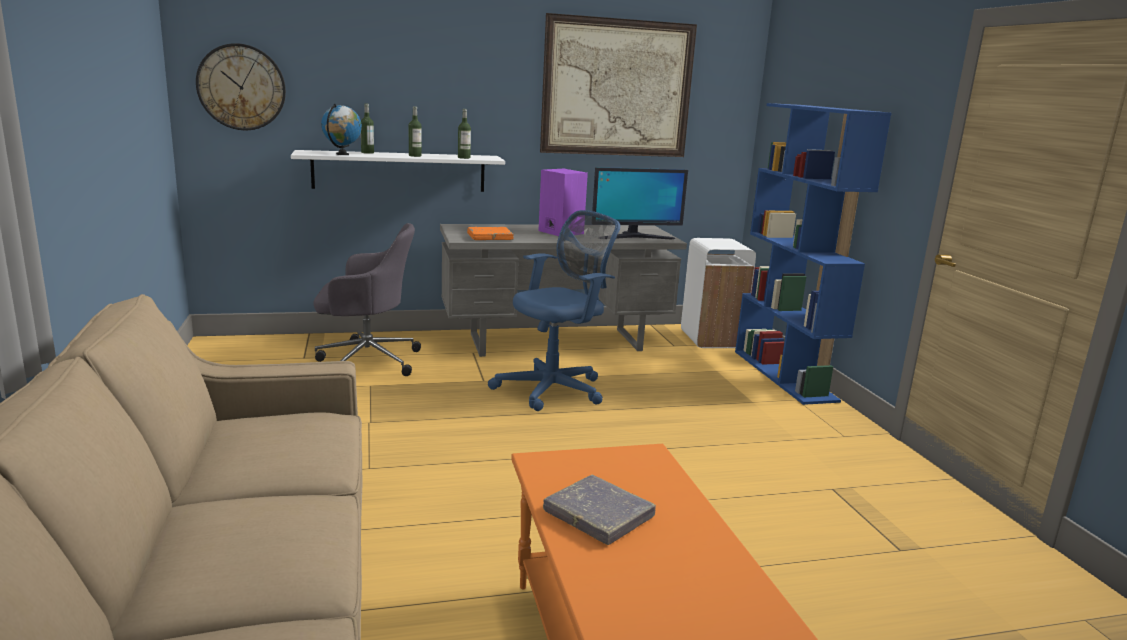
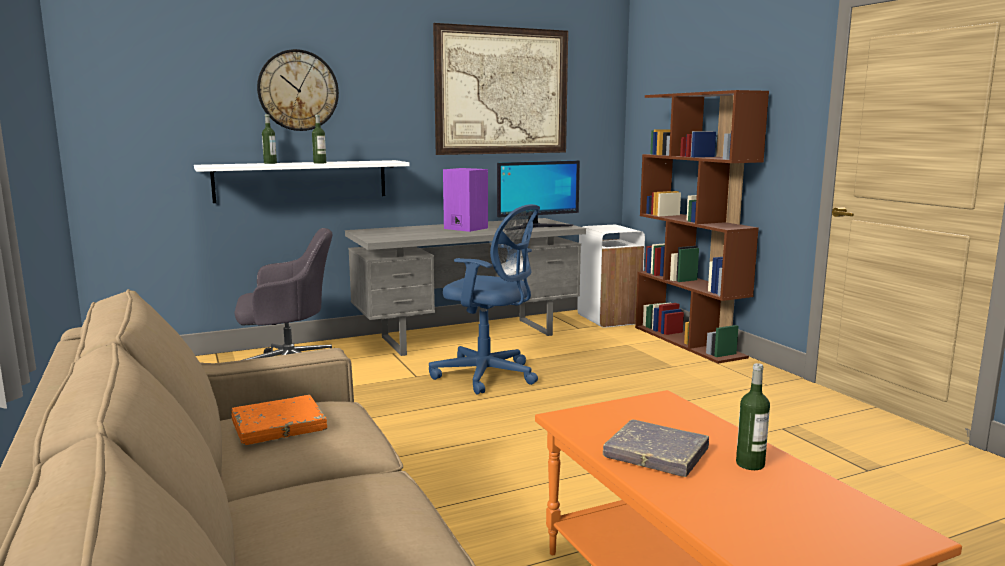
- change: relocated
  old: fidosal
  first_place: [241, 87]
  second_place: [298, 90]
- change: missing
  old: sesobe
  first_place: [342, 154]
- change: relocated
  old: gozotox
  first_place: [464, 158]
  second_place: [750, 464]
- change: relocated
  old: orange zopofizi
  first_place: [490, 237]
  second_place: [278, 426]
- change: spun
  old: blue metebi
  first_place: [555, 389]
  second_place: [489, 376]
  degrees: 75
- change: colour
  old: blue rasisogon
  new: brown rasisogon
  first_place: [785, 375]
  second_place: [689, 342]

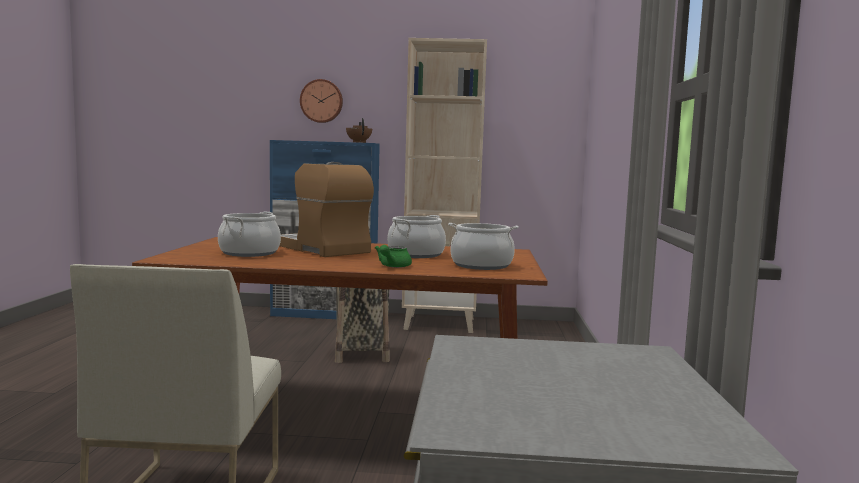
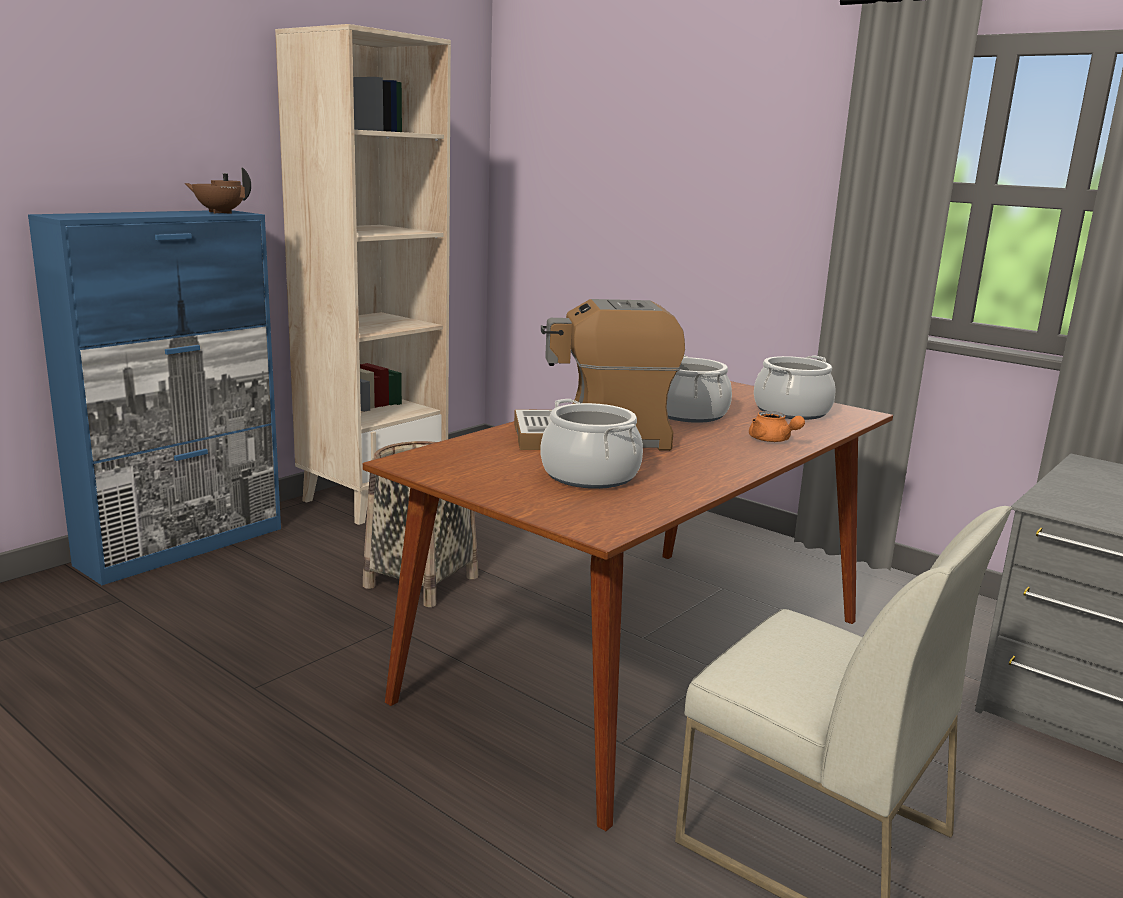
- change: missing
  old: fidosal
  first_place: [321, 101]
- change: colour
  old: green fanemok
  new: orange fanemok
  first_place: [392, 266]
  second_place: [772, 440]

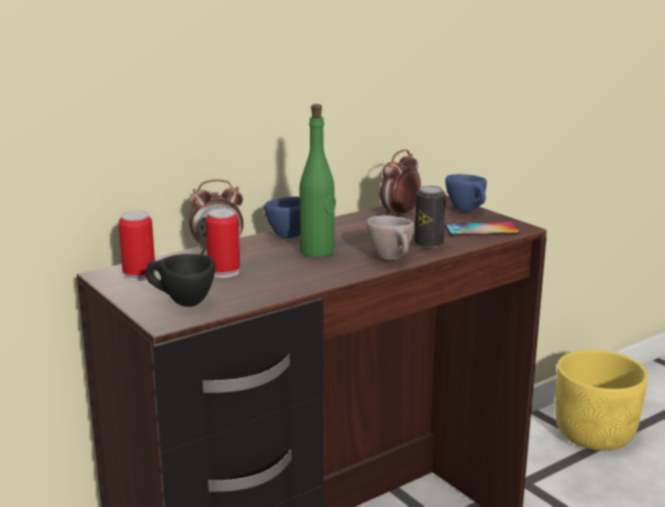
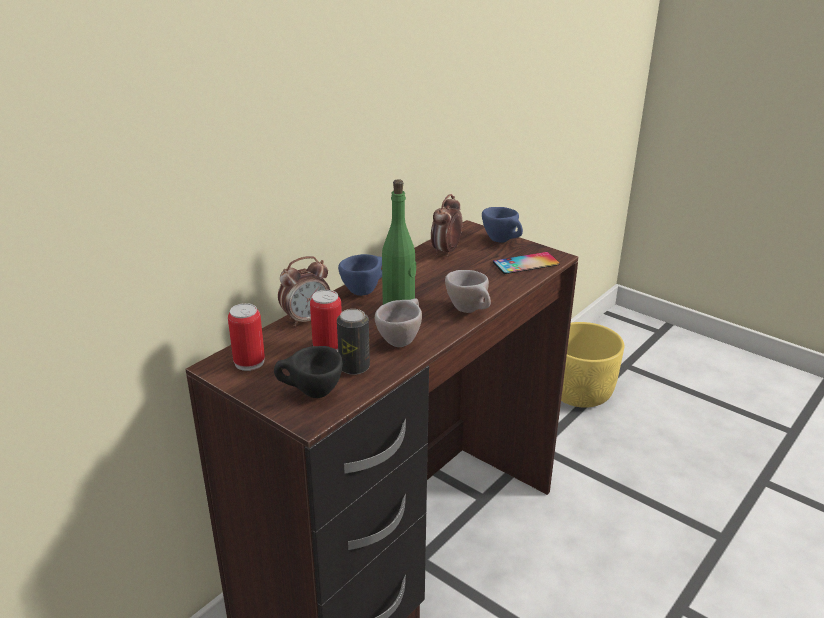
- change: relocated
  old: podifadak
  first_place: [428, 244]
  second_place: [354, 367]
- change: appeared
  new: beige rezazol
  second_place: [401, 339]

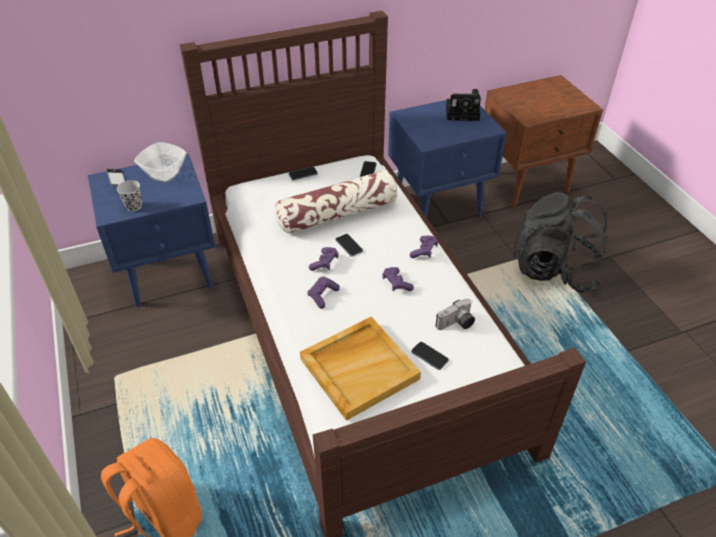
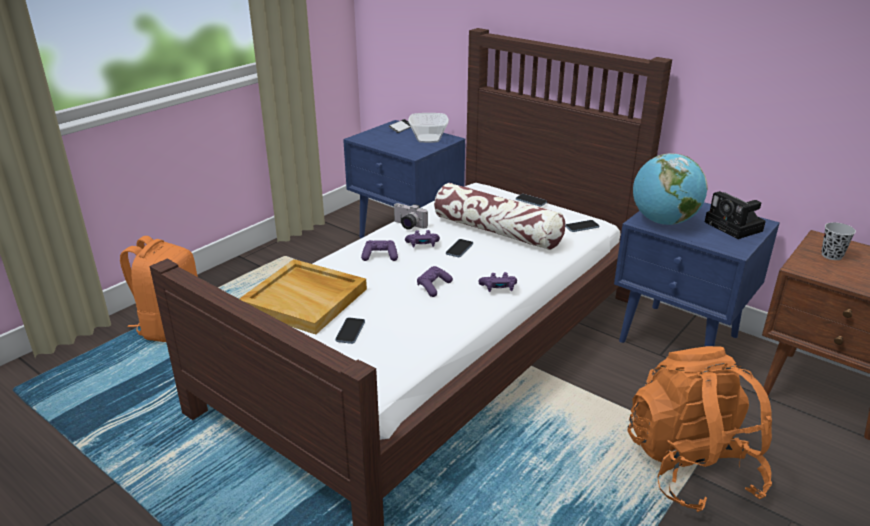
- change: relocated
  old: black rezazol
  first_place: [134, 206]
  second_place: [831, 255]
- change: relocated
  old: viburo
  first_place: [456, 324]
  second_place: [408, 226]
- change: colour
  old: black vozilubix
  new: orange vozilubix
  first_place: [554, 269]
  second_place: [691, 467]
- change: appeared
  new: sesobe
  second_place: [663, 222]

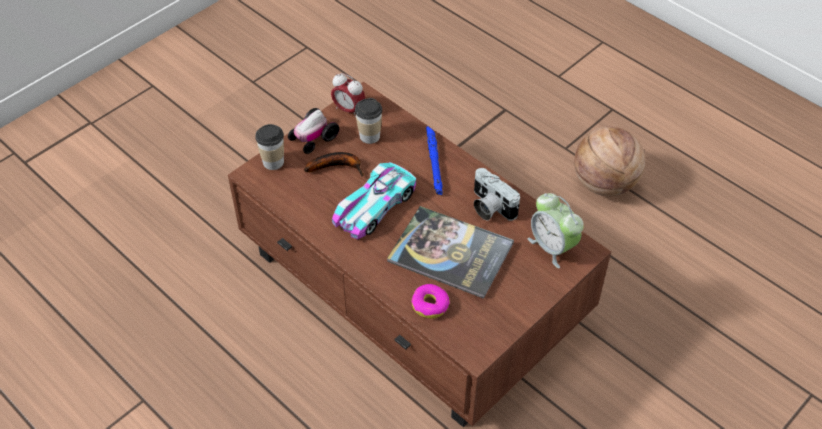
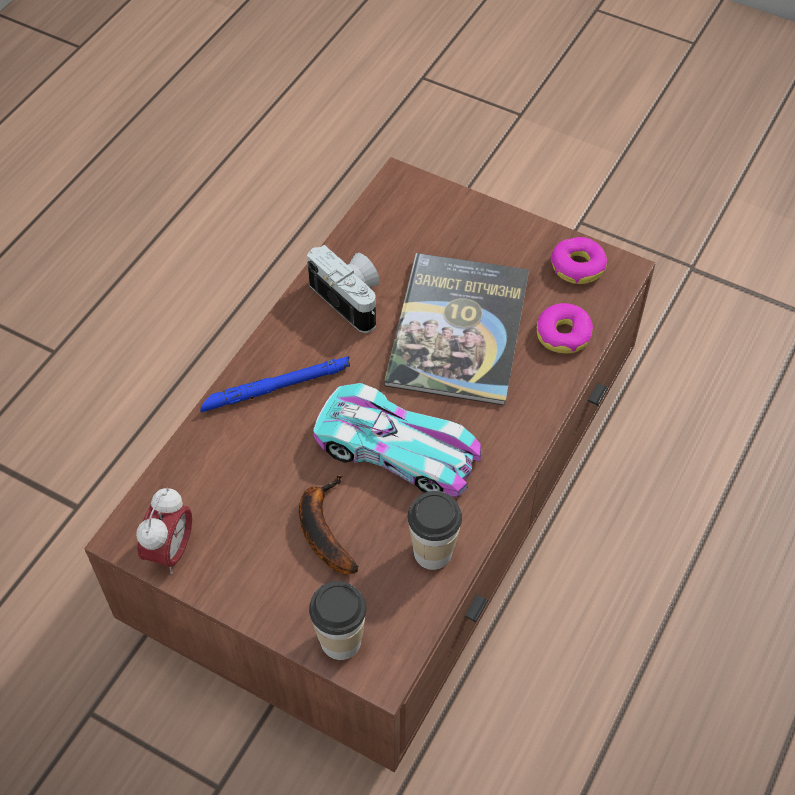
- change: missing
  old: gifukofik
  first_place: [313, 138]
- change: relocated
  old: rezazol
  first_place: [369, 136]
  second_place: [433, 552]
- change: spun
  old: viburo
  first_place: [490, 207]
  second_place: [352, 298]
  degrees: -75
- change: missing
  old: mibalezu
  first_place: [552, 247]
- change: missing
  old: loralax
  first_place: [604, 184]
- change: appeared
  new: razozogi
  second_place: [577, 266]

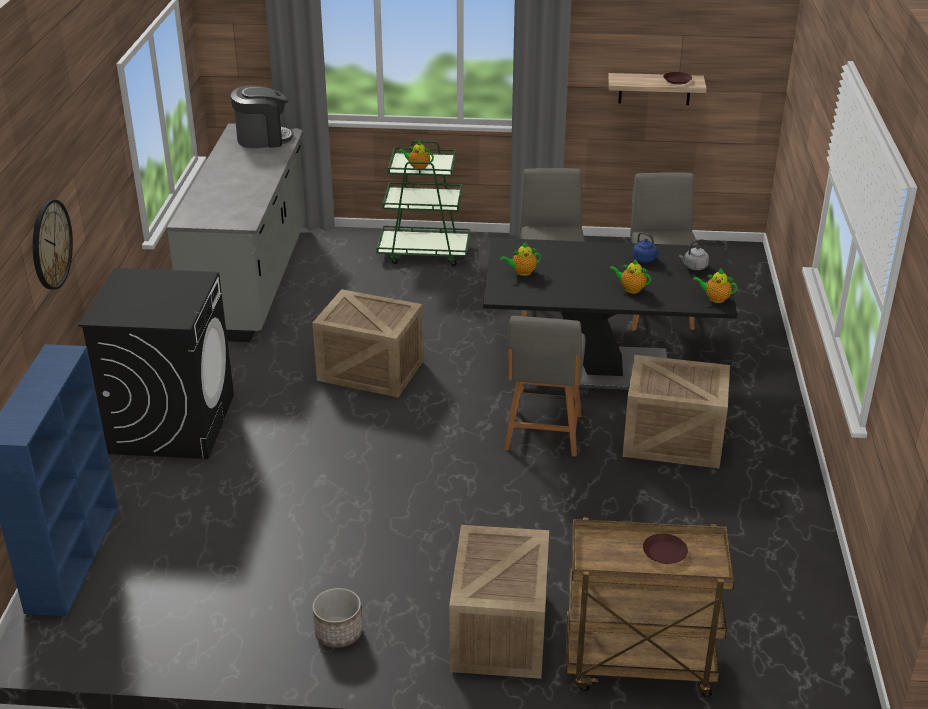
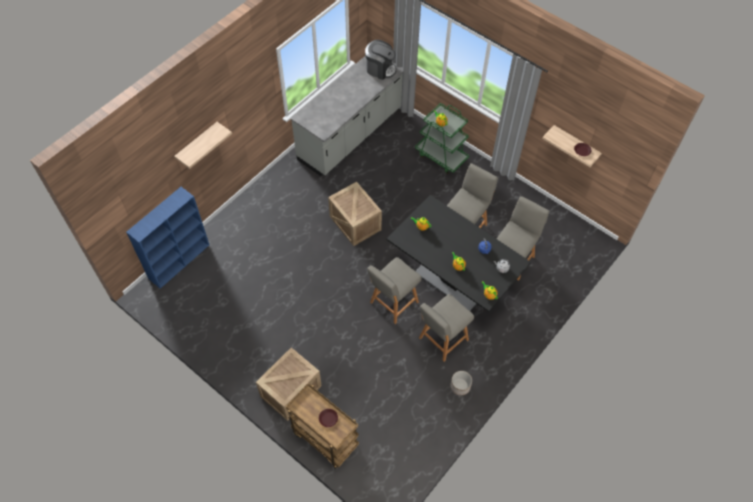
- change: exchanged
  old: fidosal
  new: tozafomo
  first_place: [50, 244]
  second_place: [197, 144]
- change: missing
  old: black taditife
  first_place: [172, 423]
- change: relocated
  old: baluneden
  first_place: [338, 633]
  second_place: [460, 386]
- change: exchanged
  old: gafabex
  new: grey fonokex
  first_place: [671, 440]
  second_place: [442, 340]

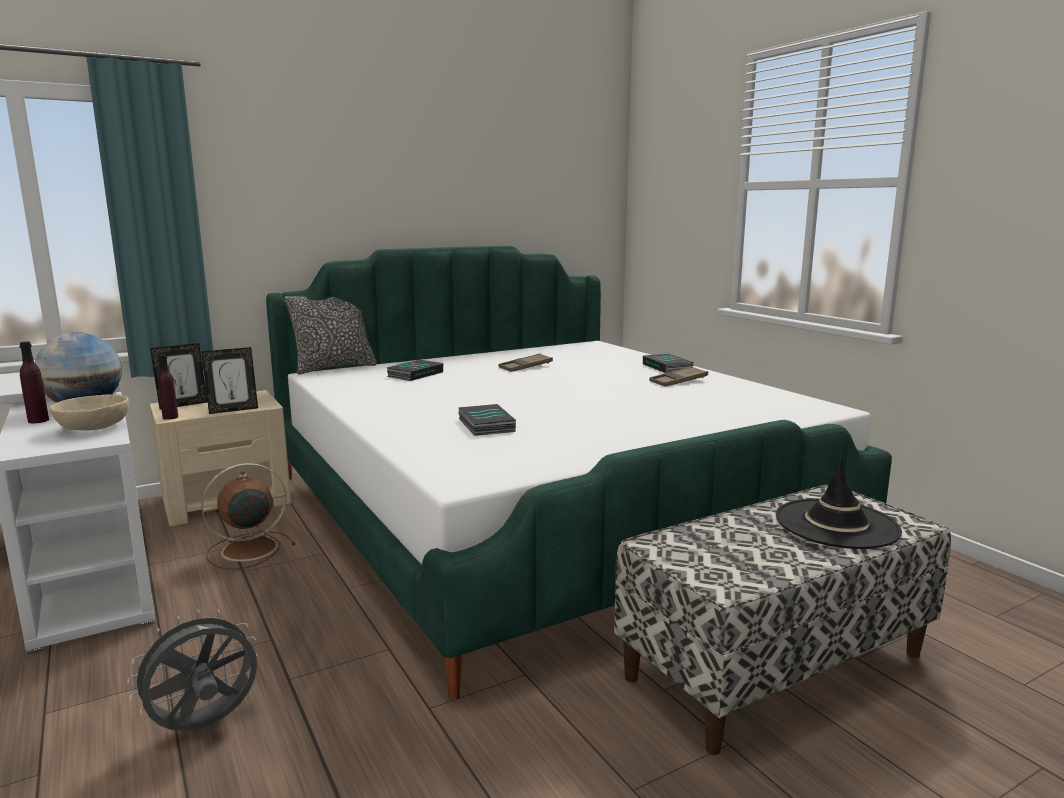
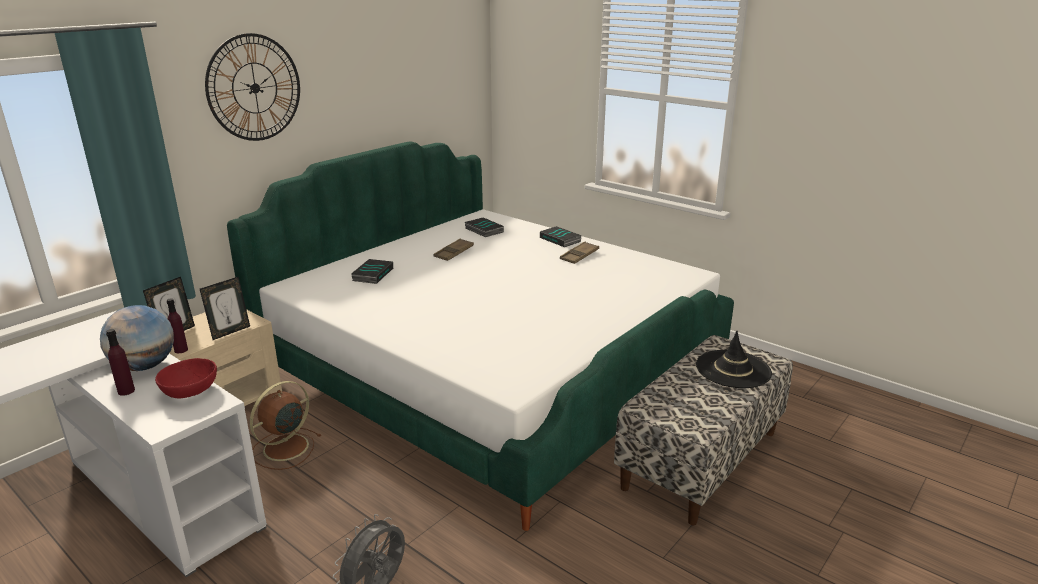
- change: colour
  old: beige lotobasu
  new: red lotobasu
  first_place: [93, 428]
  second_place: [189, 391]
- change: missing
  old: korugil
  first_place: [334, 367]
- change: relocated
  old: zopofizi
  first_place: [484, 425]
  second_place: [483, 230]
- change: appeared
  new: fidosal
  second_place: [254, 88]

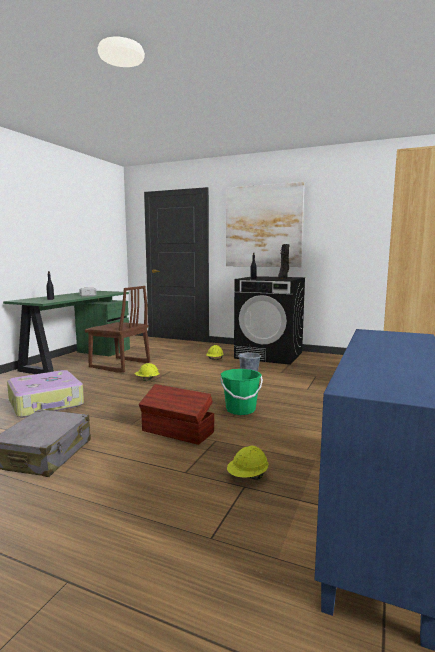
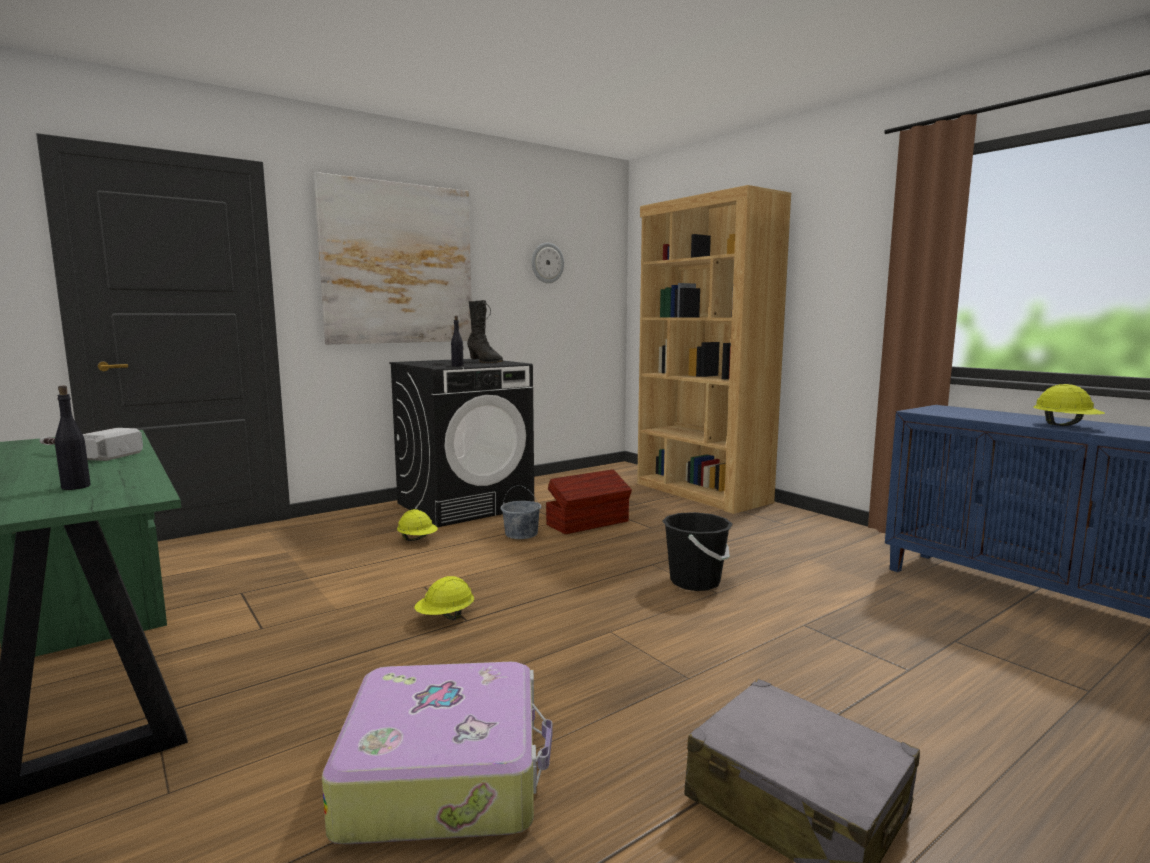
- change: missing
  old: brown fonokex
  first_place: [119, 365]
- change: relocated
  old: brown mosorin
  first_place: [177, 432]
  second_place: [589, 523]
- change: colour
  old: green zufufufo
  new: black zufufufo
  first_place: [240, 410]
  second_place: [695, 582]
- change: relocated
  old: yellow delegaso
  first_place: [248, 477]
  second_place: [1066, 426]
- change: appeared
  new: fidosal
  second_place: [547, 263]

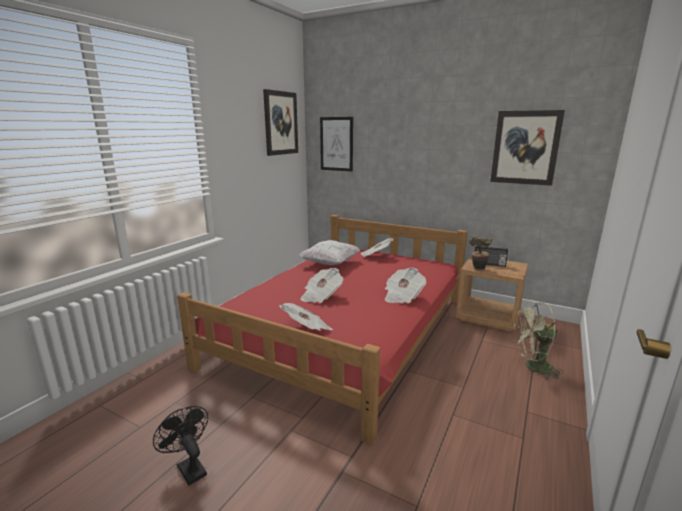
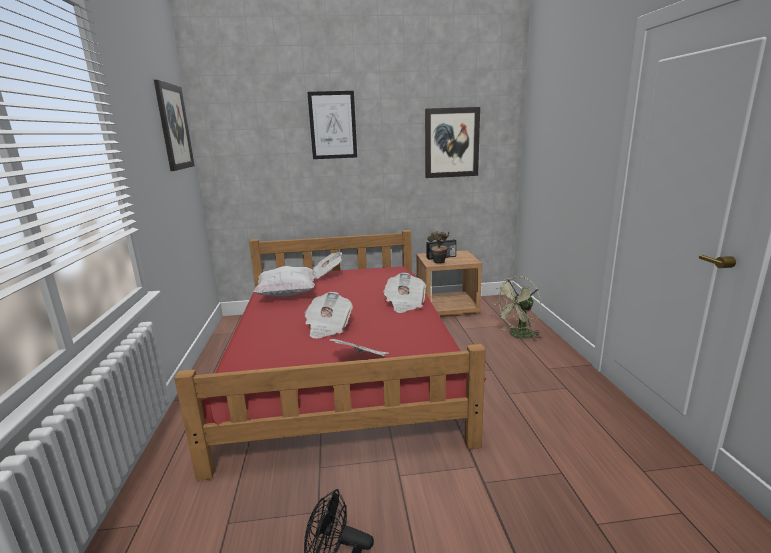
- change: relocated
  old: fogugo
  first_place: [336, 144]
  second_place: [333, 125]

